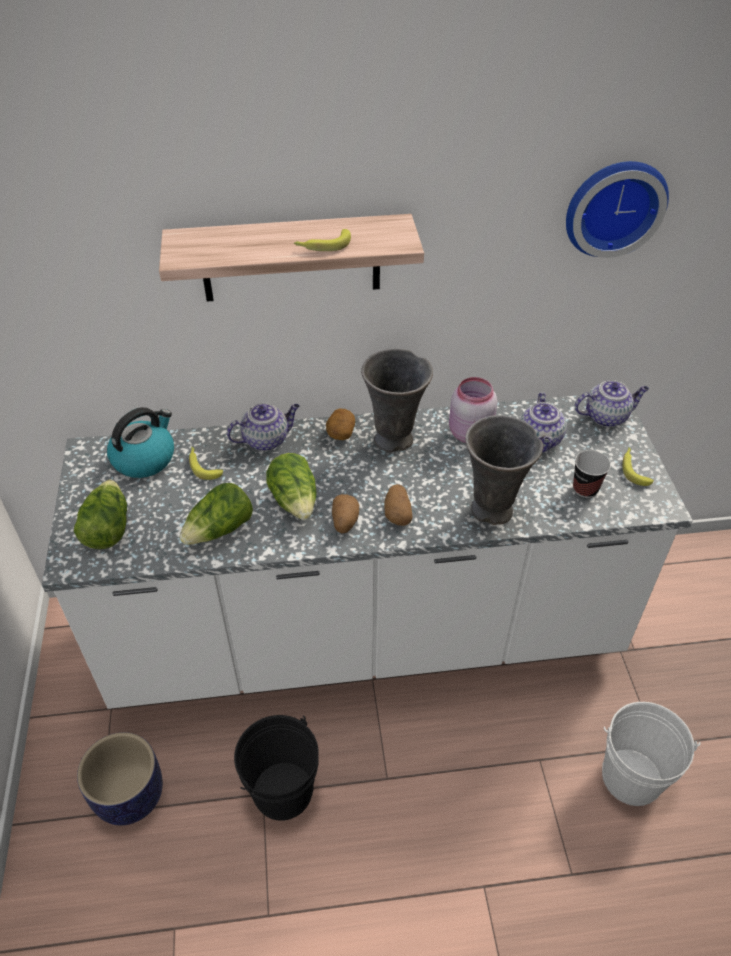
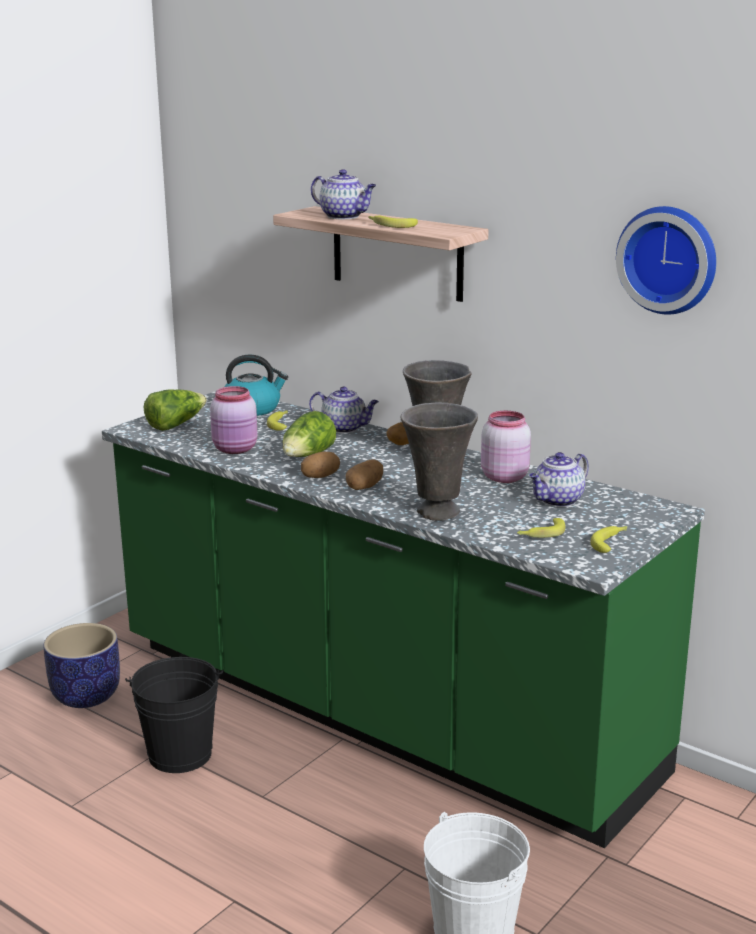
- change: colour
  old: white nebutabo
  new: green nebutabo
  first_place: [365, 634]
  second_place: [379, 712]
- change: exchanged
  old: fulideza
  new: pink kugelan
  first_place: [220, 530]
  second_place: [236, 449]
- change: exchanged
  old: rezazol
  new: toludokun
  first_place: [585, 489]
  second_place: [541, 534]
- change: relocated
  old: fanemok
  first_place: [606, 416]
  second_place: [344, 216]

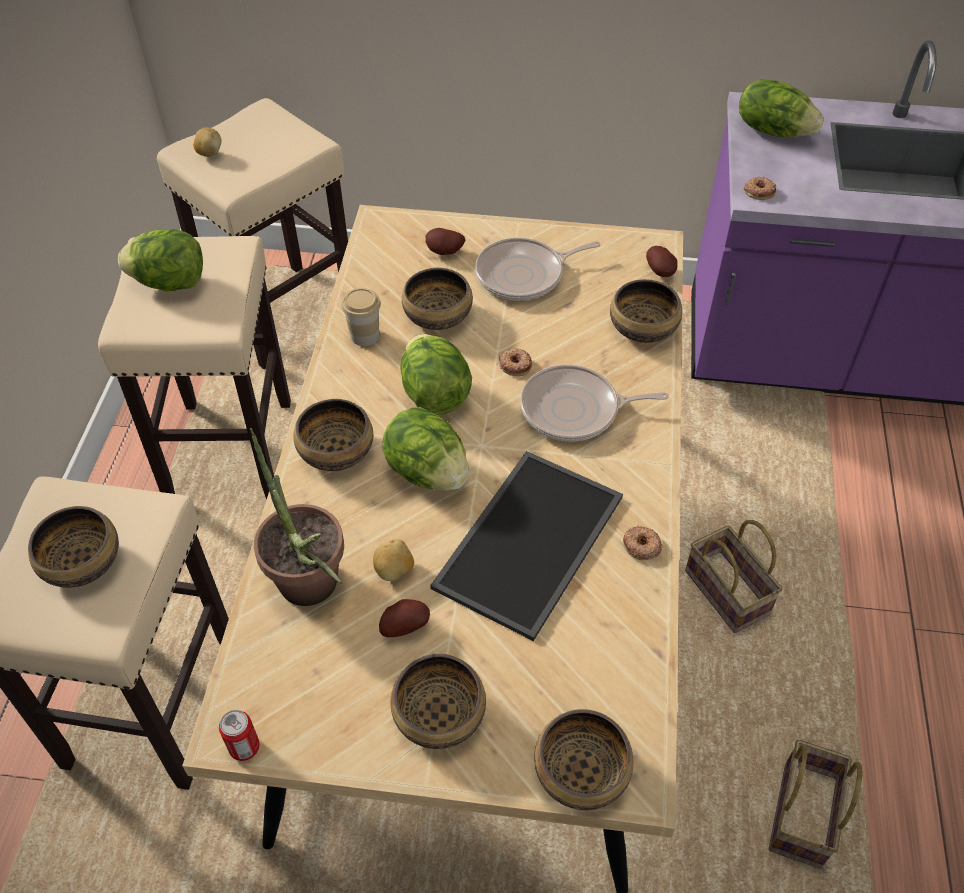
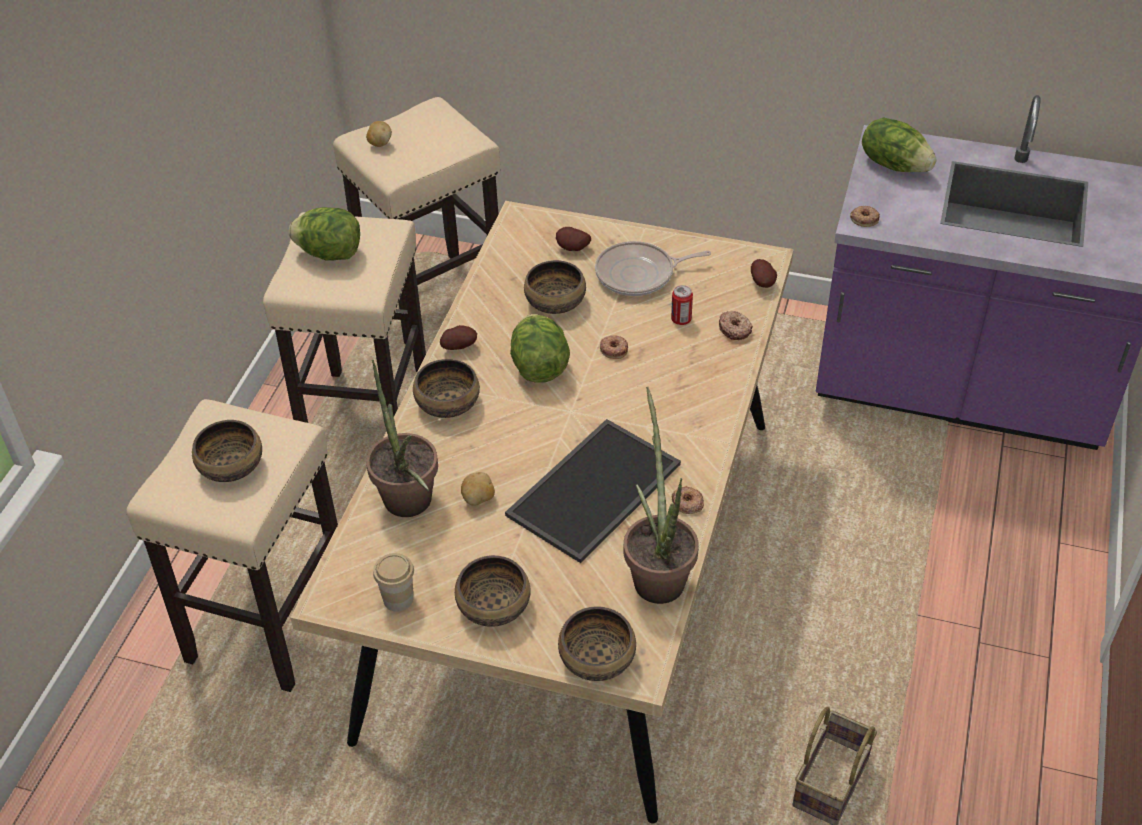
- change: relocated
  old: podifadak
  first_place: [244, 747]
  second_place: [681, 320]
- change: relocated
  old: rezazol
  first_place: [364, 336]
  second_place: [398, 599]
- change: relocated
  old: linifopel
  first_place: [404, 625]
  second_place: [459, 346]
- change: missing
  old: fulideza
  first_place: [427, 472]
- change: missing
  old: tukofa
  first_place: [575, 410]
- change: exchanged
  old: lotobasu
  new: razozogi
  first_place: [644, 328]
  second_place: [735, 329]
- change: missing
  old: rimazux
  first_place: [729, 593]
- change: appeared
  new: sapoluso
  second_place: [657, 573]

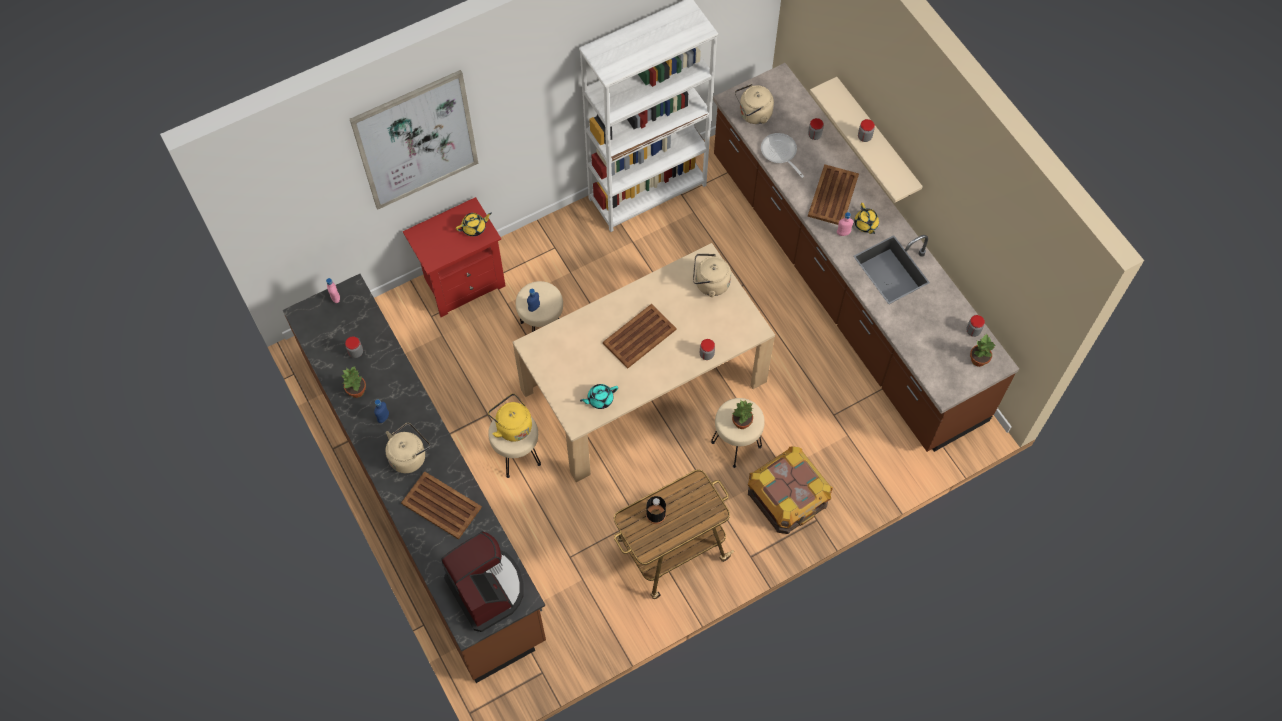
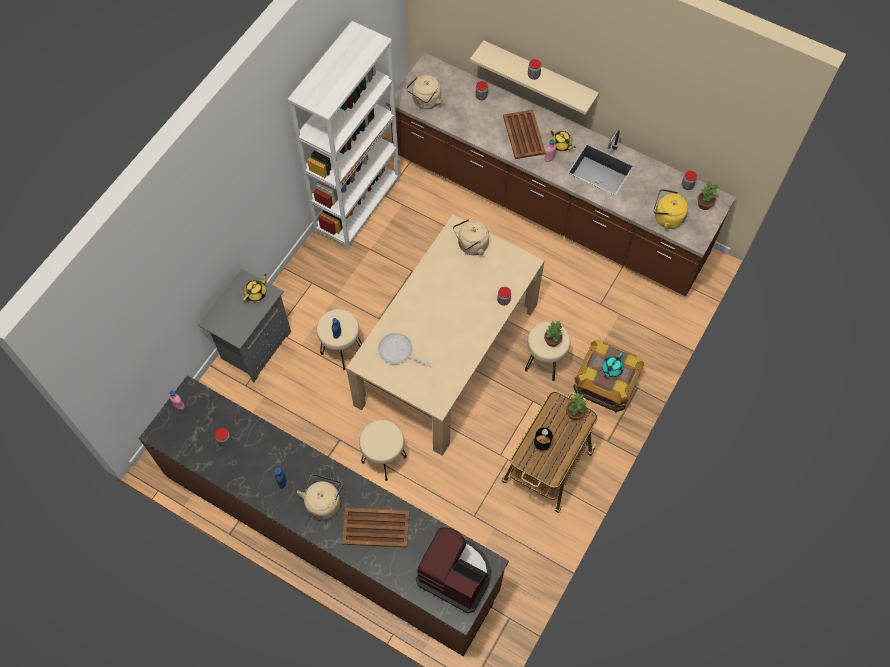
- change: relocated
  old: sapoluso
  first_place: [357, 391]
  second_place: [575, 413]
- change: missing
  old: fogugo
  first_place: [416, 140]
- change: colour
  old: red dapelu
  new: grey dapelu
  first_place: [463, 282]
  second_place: [255, 346]
- change: relocated
  old: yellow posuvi
  first_place: [512, 426]
  second_place: [666, 218]
- change: relocated
  old: turquoise fanemok
  first_place: [599, 399]
  second_place: [611, 369]
- change: missing
  old: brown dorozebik
  first_place: [640, 336]
- change: relocated
  old: tukofa
  first_place: [780, 153]
  second_place: [398, 352]

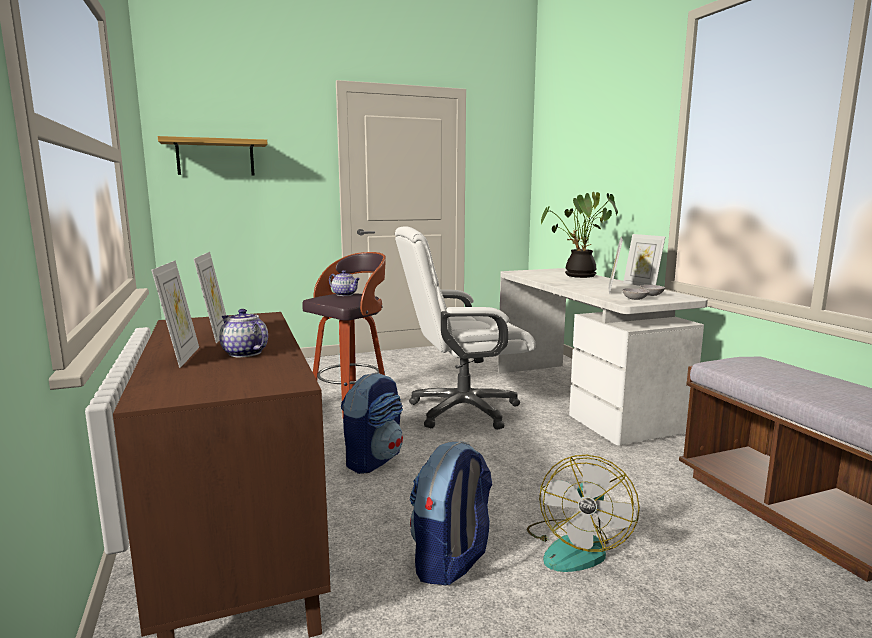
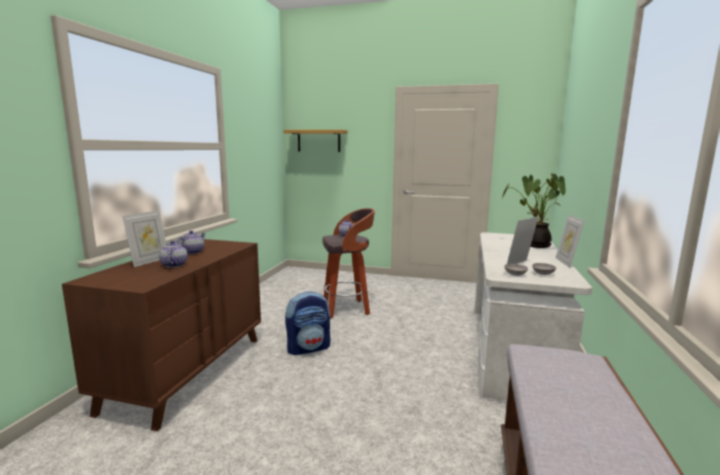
- change: exchanged
  old: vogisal
  new: fanemok
  first_place: [216, 335]
  second_place: [192, 252]
- change: missing
  old: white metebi
  first_place: [462, 410]
- change: missing
  old: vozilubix
  first_place: [451, 561]
- change: missing
  old: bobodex
  first_place: [576, 546]

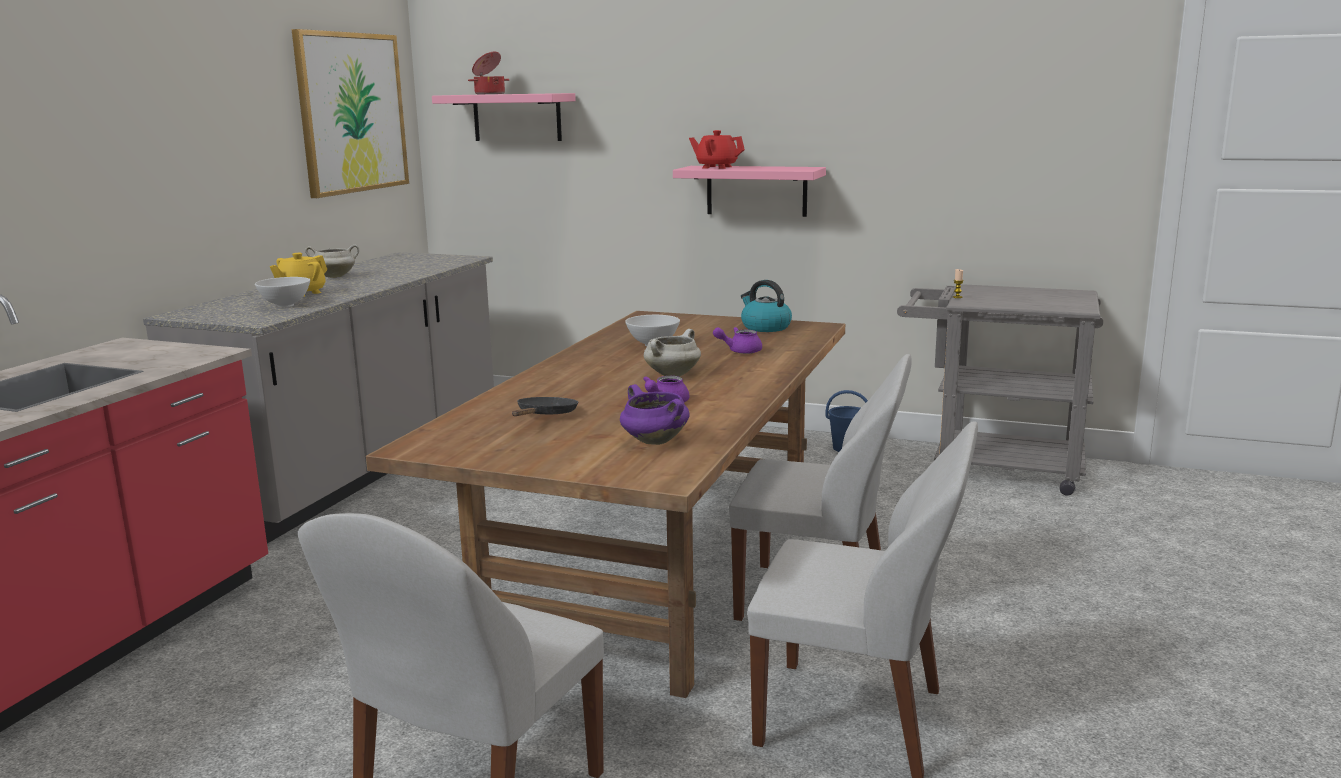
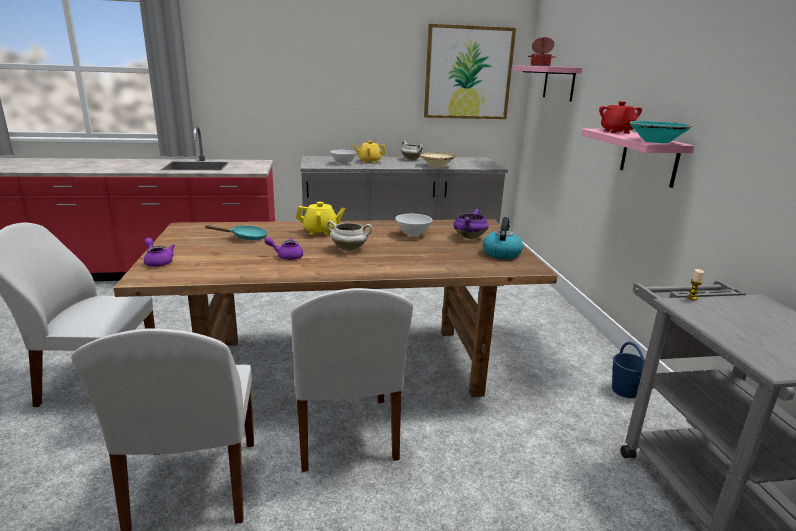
- change: colour
  old: black tukofa
  new: turquoise tukofa
  first_place: [545, 416]
  second_place: [245, 238]
- change: relocated
  old: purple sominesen
  first_place: [653, 441]
  second_place: [469, 237]
- change: relocated
  old: purple fanemok
  first_place: [739, 351]
  second_place: [158, 262]
- change: appeared
  new: yellow fanemok
  second_place: [321, 231]
- change: appeared
  new: beige lotobasu
  second_place: [437, 166]
- change: appeared
  new: turquoise lotobasu
  second_place: [656, 141]

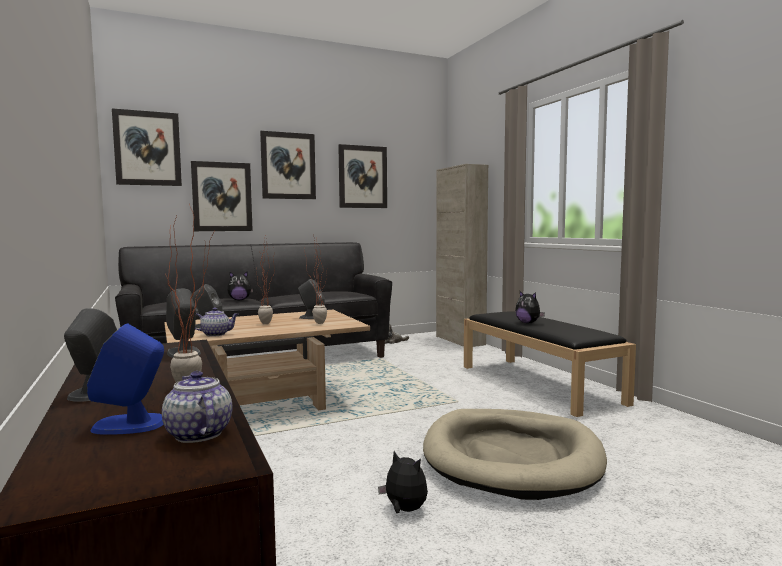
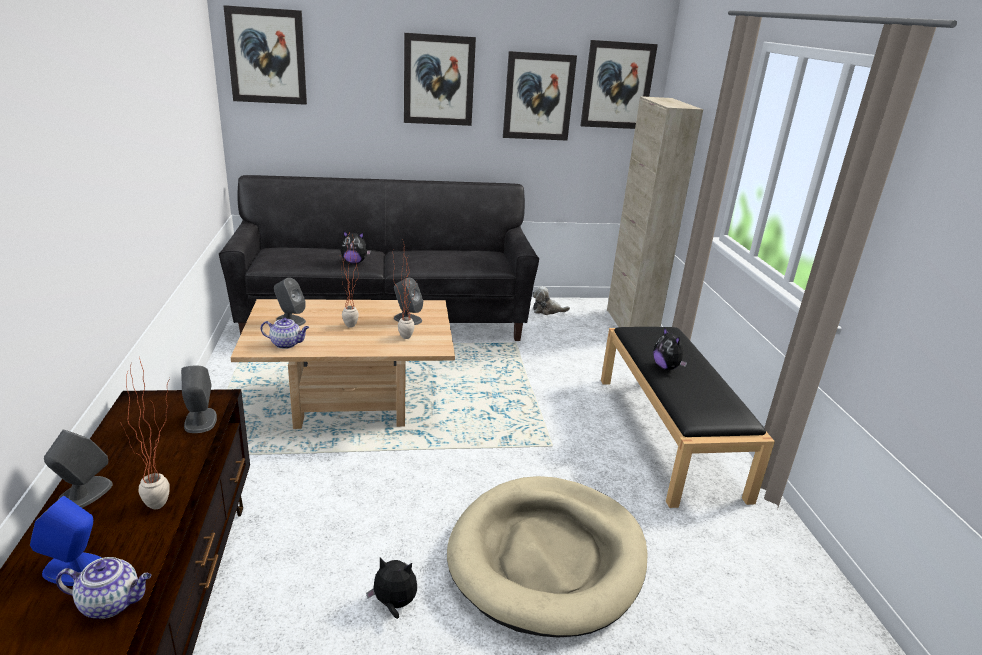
- change: spun
  old: fanemok
  first_place: [197, 434]
  second_place: [112, 603]
  degrees: 105
- change: relocated
  old: fogugo
  first_place: [222, 197]
  second_place: [617, 85]
- change: spun
  old: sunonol
  first_place: [404, 510]
  second_place: [394, 604]
  degrees: -45

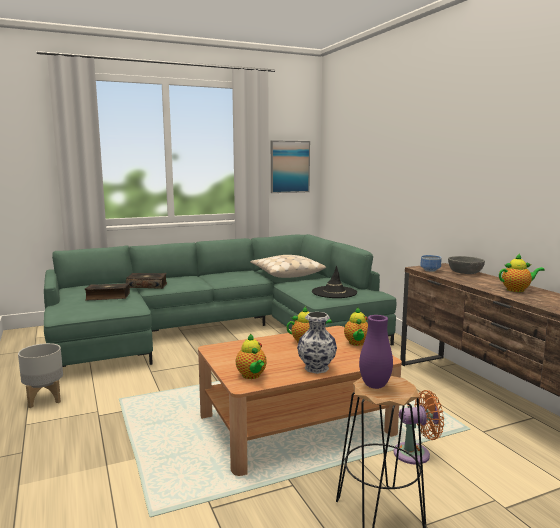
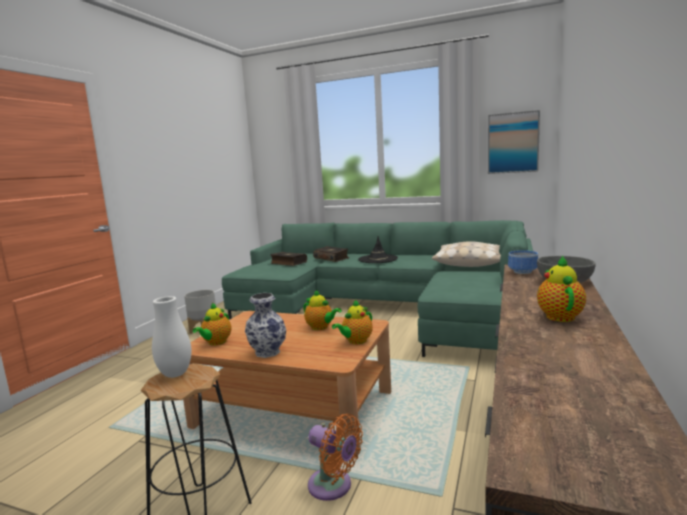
- change: relocated
  old: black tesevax
  first_place: [334, 292]
  second_place: [378, 259]
- change: colour
  old: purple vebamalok
  new: white vebamalok
  first_place: [375, 386]
  second_place: [175, 374]
- change: spun
  old: fanemok
  first_place: [517, 290]
  second_place: [559, 316]
  degrees: -120

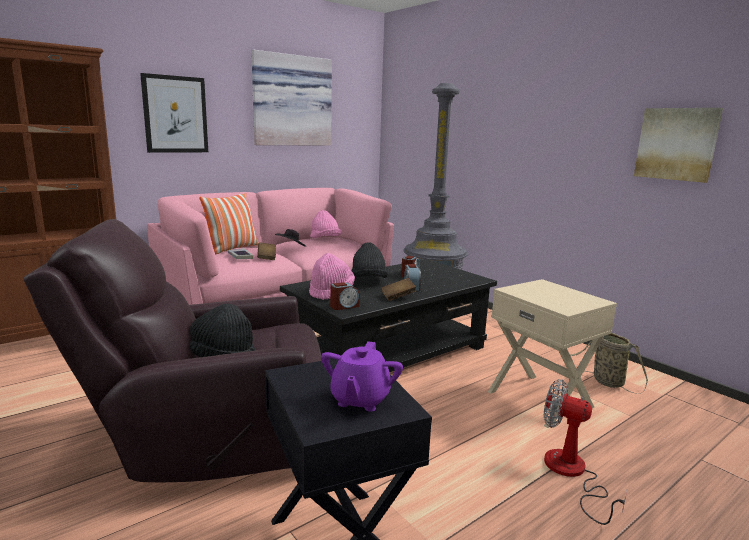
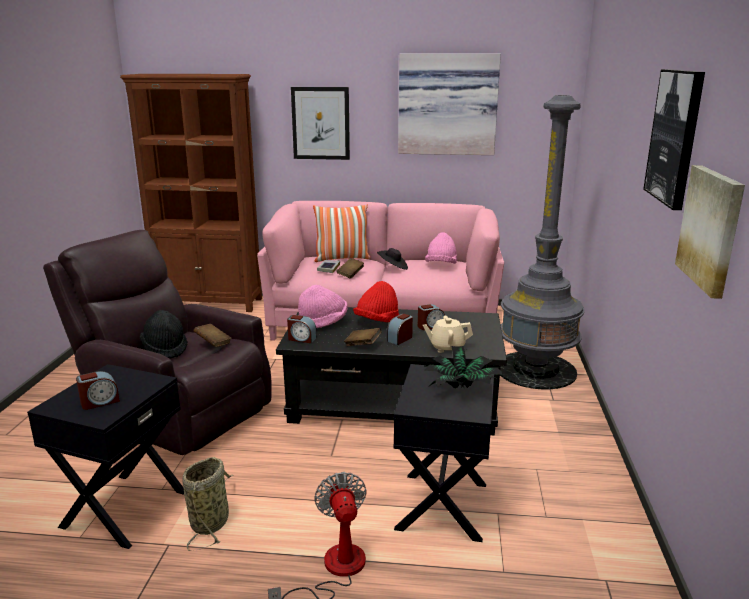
- change: exchanged
  old: purple fanemok
  new: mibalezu
  first_place: [360, 399]
  second_place: [100, 402]
- change: colour
  old: black tesevax
  new: red tesevax
  first_place: [368, 281]
  second_place: [377, 321]
- change: colour
  old: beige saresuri
  new: black saresuri
  first_place: [540, 399]
  second_place: [443, 506]
- change: relocated
  old: rimazux
  first_place: [605, 381]
  second_place: [211, 521]
- change: appeared
  new: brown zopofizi
  second_place: [213, 343]
- change: appeared
  new: beige fanemok
  second_place: [447, 347]
- change: appeared
  new: sapoluso
  second_place: [462, 388]
- change: appeared
  new: fogugo
  second_place: [675, 137]

